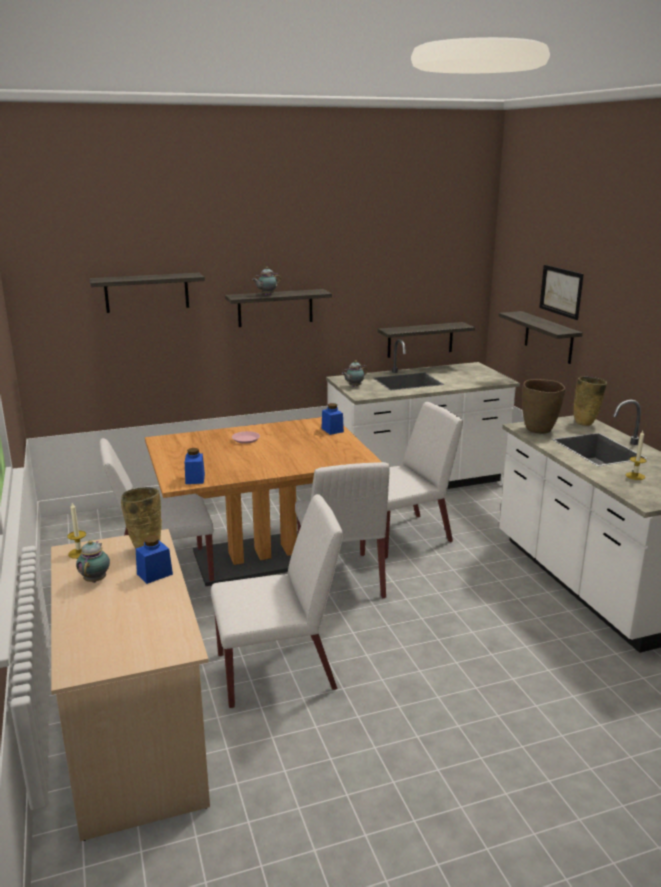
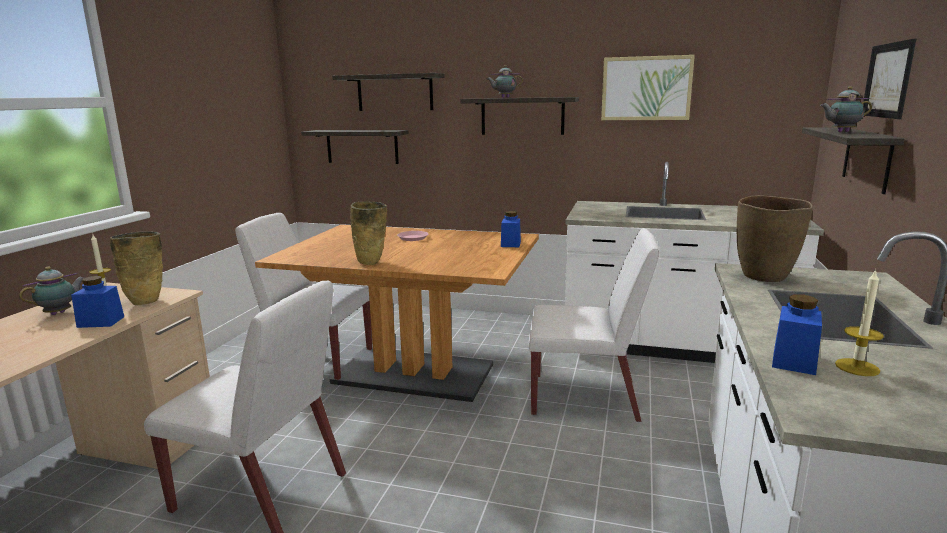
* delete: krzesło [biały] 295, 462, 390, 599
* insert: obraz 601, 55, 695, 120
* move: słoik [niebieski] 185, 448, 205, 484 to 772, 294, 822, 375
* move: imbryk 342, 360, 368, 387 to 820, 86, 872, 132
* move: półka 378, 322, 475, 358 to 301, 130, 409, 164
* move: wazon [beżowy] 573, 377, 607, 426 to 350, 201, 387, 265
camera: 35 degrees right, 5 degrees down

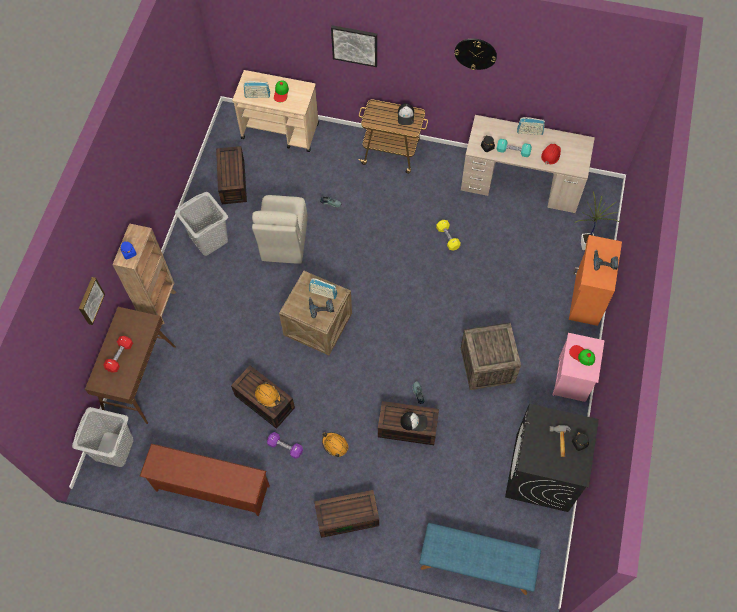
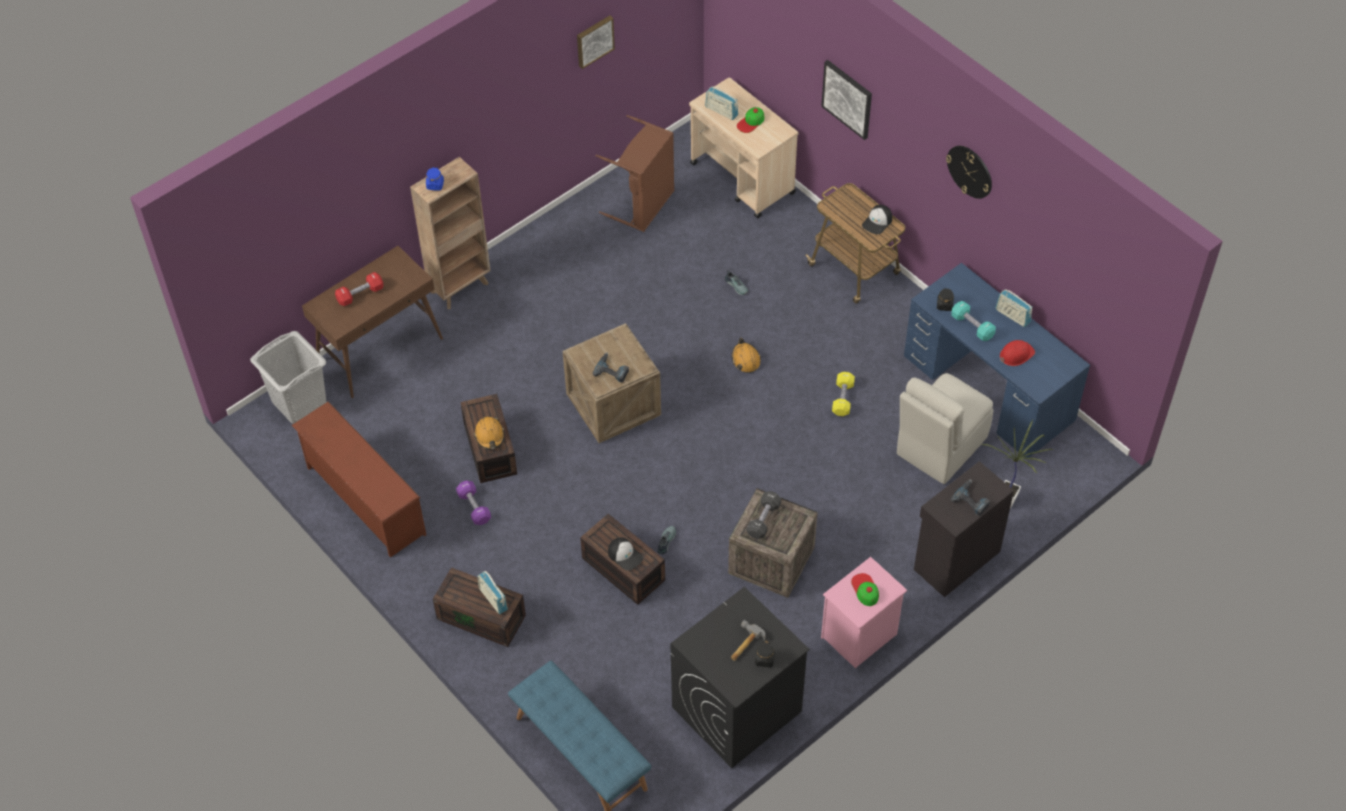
* delete: kosz na pranie [szary] 175, 192, 228, 256
* insert: hantel [czarny] 746, 491, 781, 539
* move: obraz 79, 277, 105, 325 to 577, 16, 615, 69
* move: krzesło [beżowy] 252, 195, 307, 264 to 897, 373, 994, 484
* move: radio 309, 278, 337, 299 to 478, 571, 508, 614
* move: kask [pomarańczowy] 322, 432, 348, 457 to 732, 338, 761, 373
* replace: pojemnik do przechowywania [brązowy] 216, 146, 247, 204 to kosz na pranie [brązowy] 596, 115, 674, 232
* recolor: biurko [beżowy] 461, 115, 595, 213 to biurko [niebieski] 904, 263, 1090, 458
* recolor: szafka [pomarańczowy] 569, 235, 622, 326 to szafka [czarny] 914, 461, 1014, 597
camera: 35 degrees right, 10 degrees down

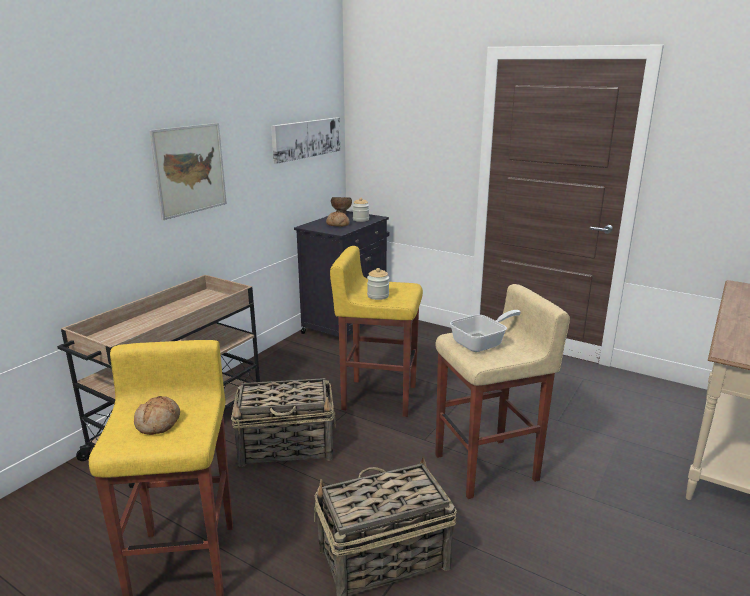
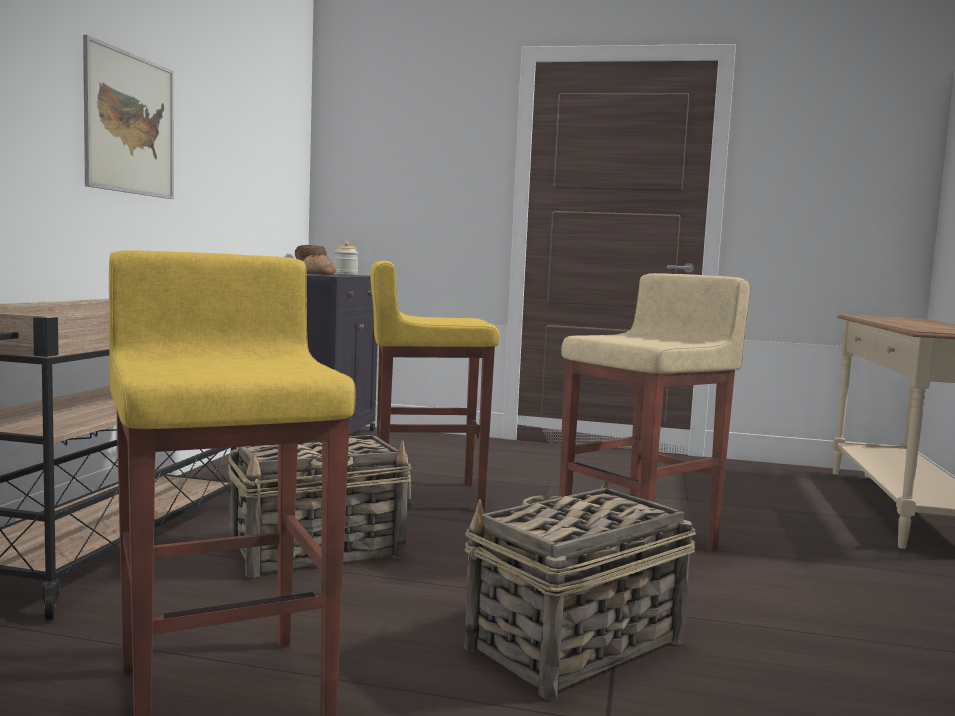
* delete: chleb 134, 396, 180, 435
* delete: obraz 271, 118, 340, 164
* delete: słoik 367, 268, 389, 300
* delete: patelnia 450, 310, 521, 352
camera: 20 degrees left, 15 degrees down

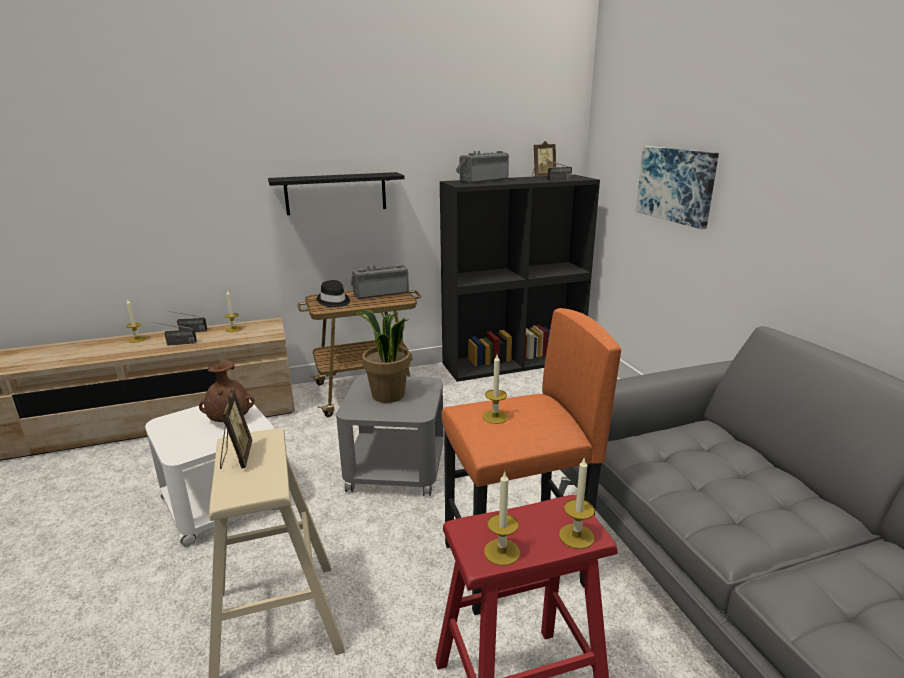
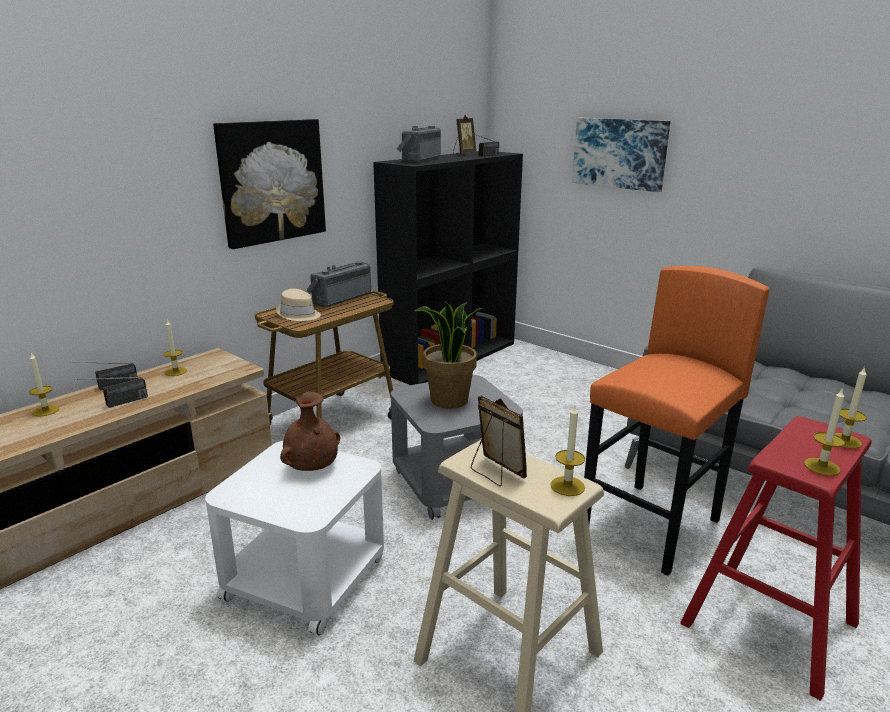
* move: świeca 483, 355, 508, 424 to 550, 406, 585, 496
* replace: półka [czarny] 268, 172, 405, 215 to obraz 213, 119, 326, 249
* recolor: kapelusz [czarny] 317, 280, 350, 307 to kapelusz [beżowy] 276, 289, 321, 321
camera: 30 degrees left, 0 degrees up

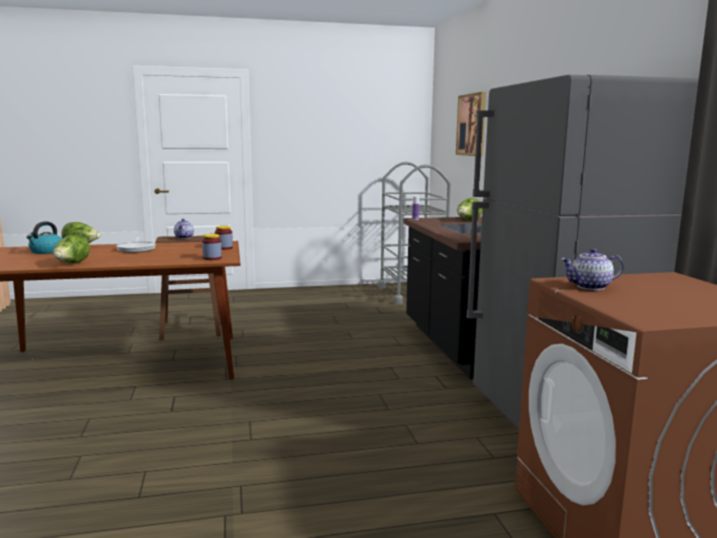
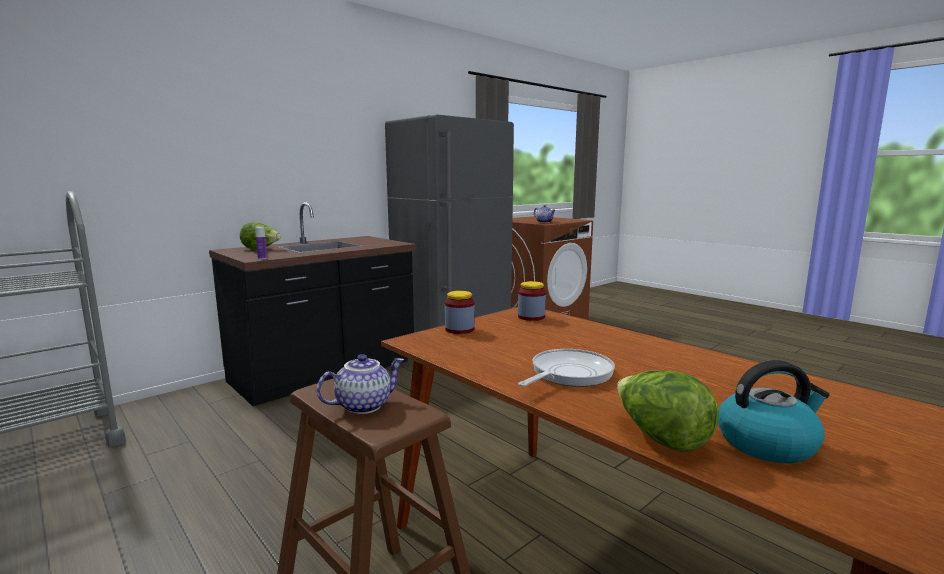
* delete: sałata 53, 235, 90, 264
* delete: obraz 456, 92, 486, 157
camera: 120 degrees left, 0 degrees up

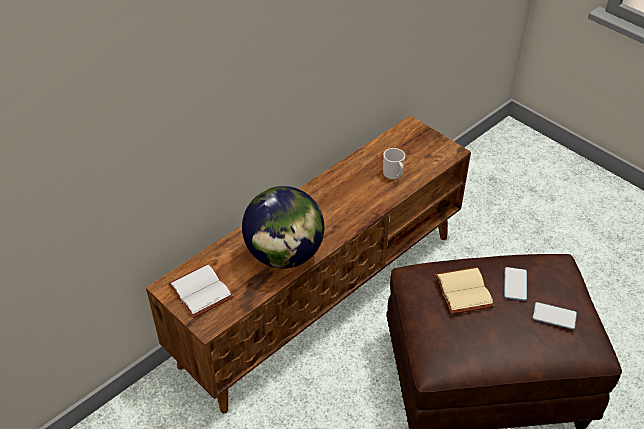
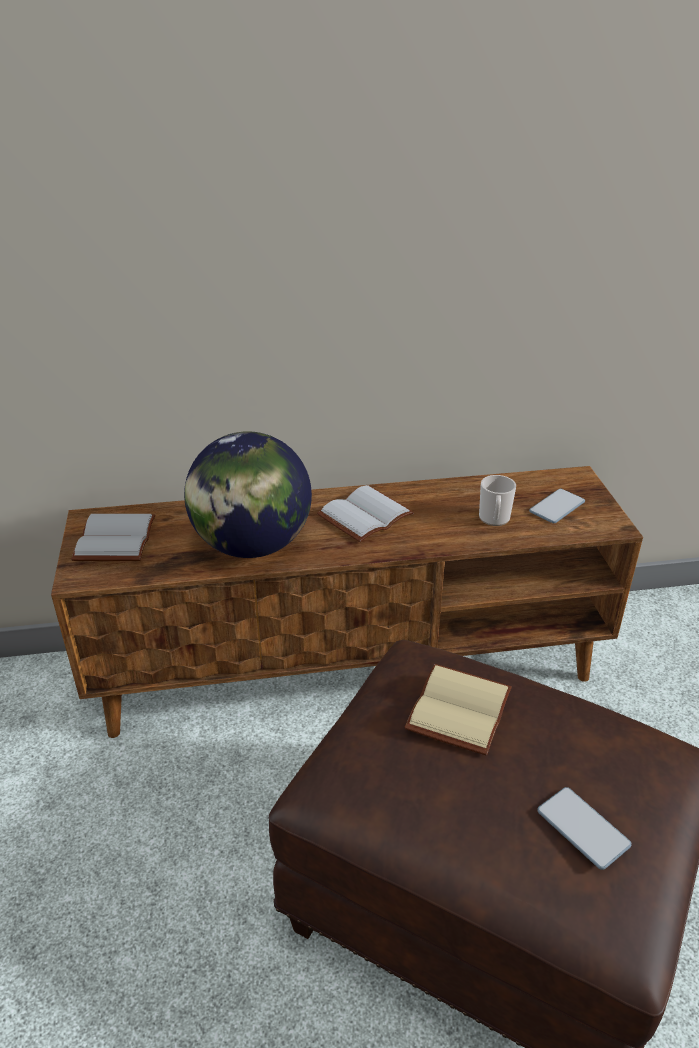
* insert: książka [biały] 317, 485, 414, 542
* move: telefon 504, 267, 527, 301 to 529, 489, 585, 523
camera: 35 degrees right, 10 degrees down

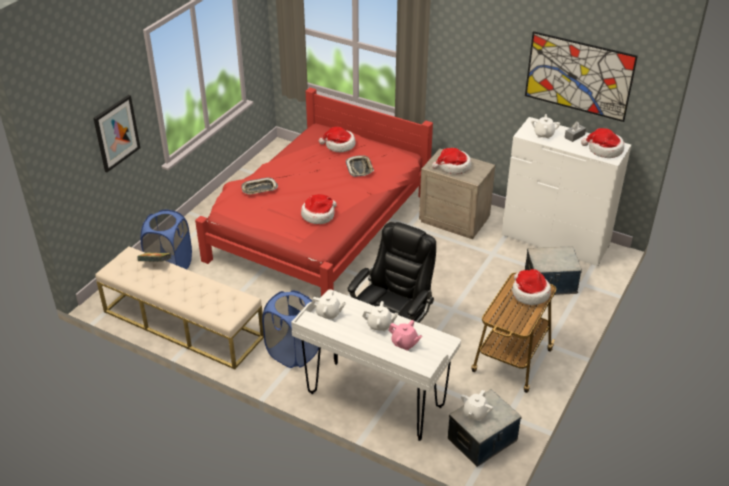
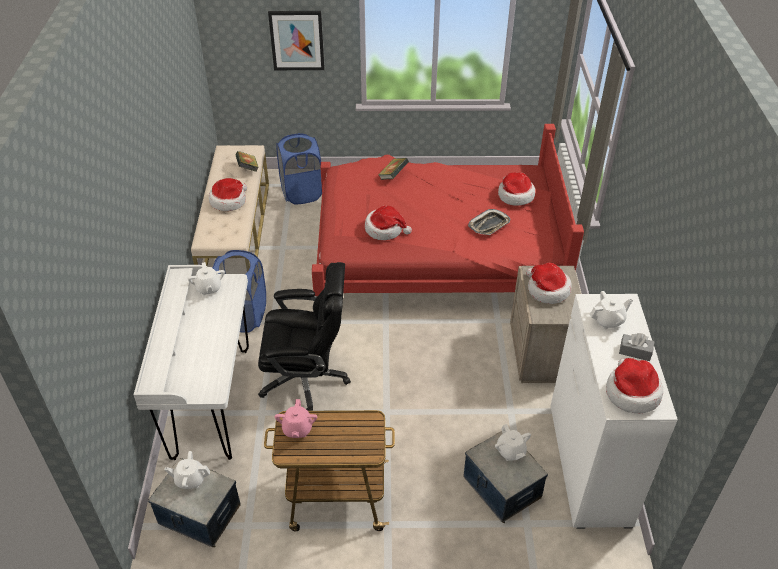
* delete: obraz 525, 31, 638, 122
* move: imbryk [biały] 362, 301, 398, 331 to 495, 424, 531, 461
* move: imbryk [różowy] 389, 320, 422, 351 to 275, 399, 317, 438
* move: kapelusz 512, 269, 551, 305 to 209, 178, 247, 211
* replace: taca 241, 177, 278, 195 to książka 378, 158, 409, 180
camera: 60 degrees right, 5 degrees up

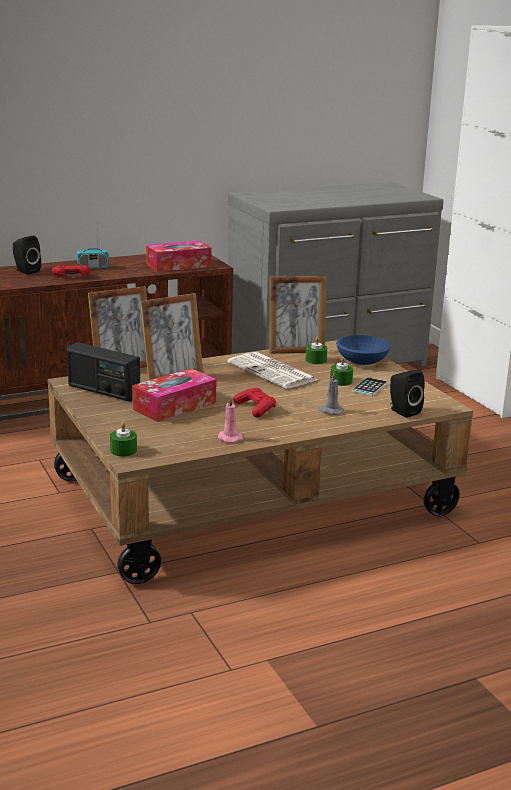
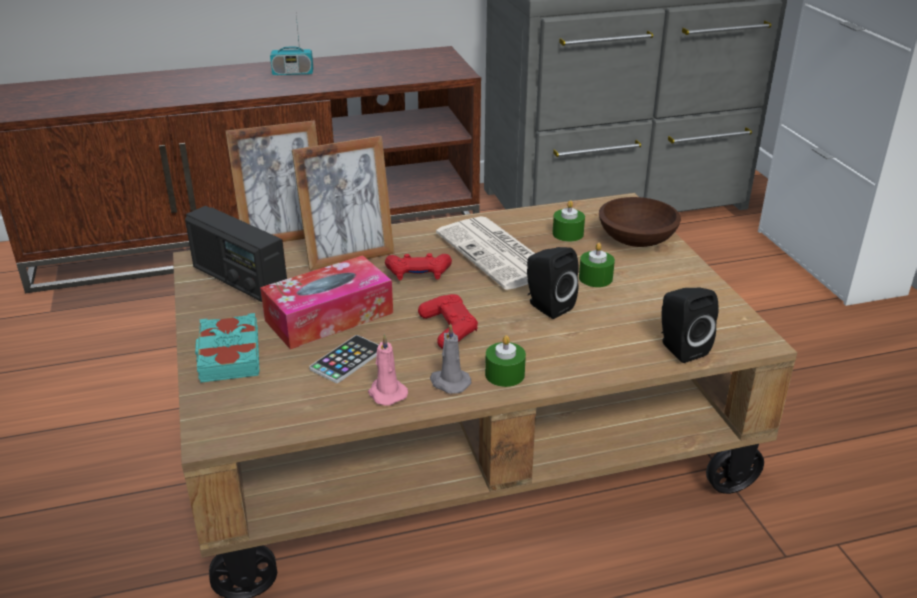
* delete: pudełko chusteczek 146, 241, 211, 272
* delete: ramka na zdjęcie 269, 276, 326, 354
* insert: książka [turkusowy] 195, 313, 259, 383
* move: głośnik [czarny] 13, 236, 41, 275 to 527, 247, 579, 319
* move: pad do gier [czerwony] 52, 264, 91, 277 to 385, 253, 452, 280
* move: świeca [zielony] 110, 422, 137, 457 to 485, 335, 526, 387
* move: świeca [szary] 318, 372, 344, 415 to 430, 323, 471, 394
* move: telefon 352, 377, 387, 396 to 309, 335, 379, 383
* recolor: miska [niebieski] 336, 335, 391, 365 to miska [brązowy] 599, 197, 681, 247
camera: 10 degrees right, 10 degrees up

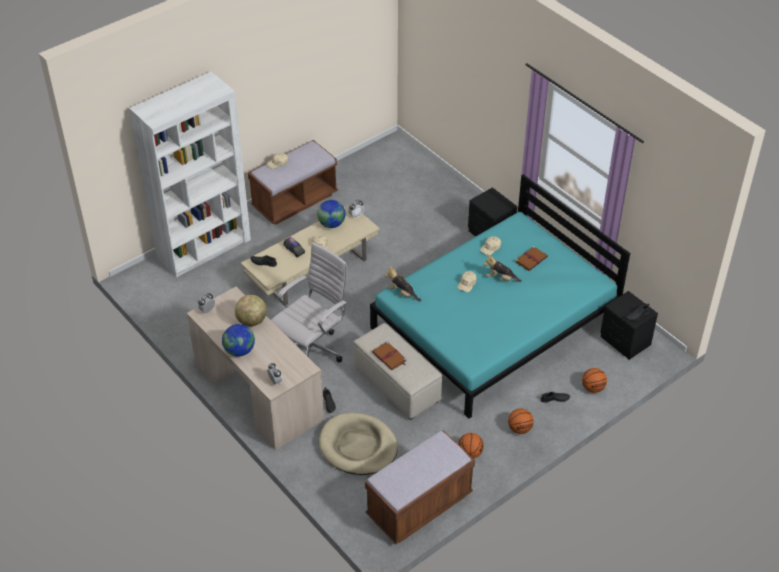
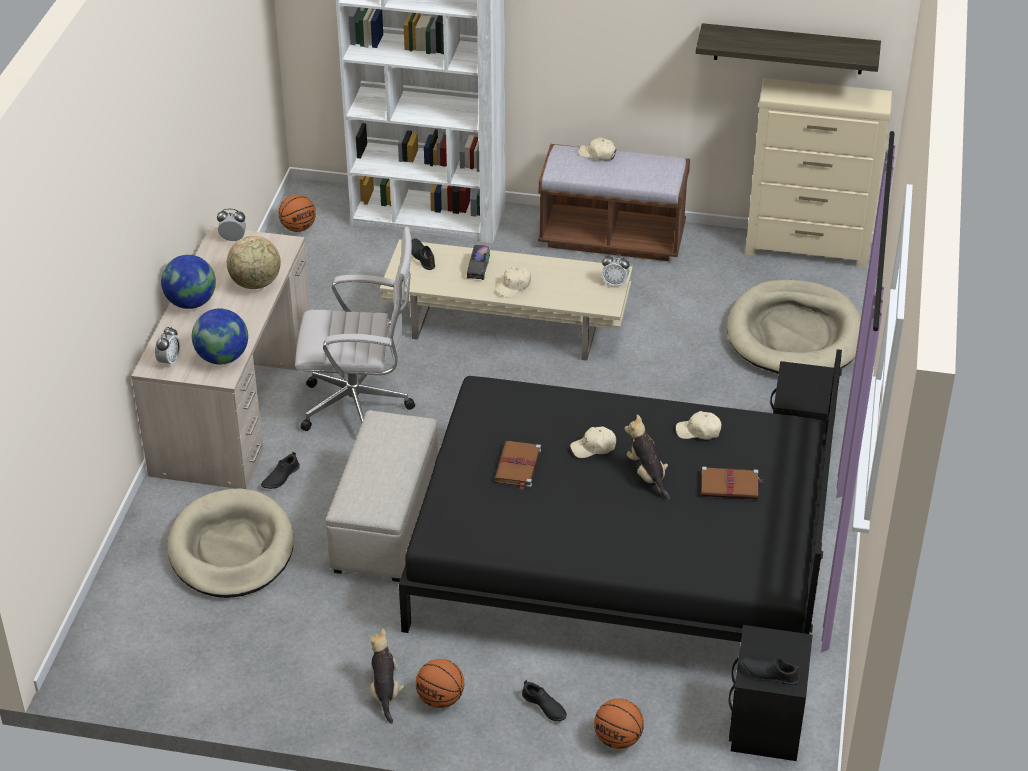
* delete: ławka [brązowy] 365, 430, 475, 544
* insert: półka 696, 23, 881, 74
* insert: legowisko [beżowy] 727, 280, 861, 374
* insert: komoda [beżowy] 745, 78, 893, 268
* move: globus 317, 200, 346, 228 to 192, 308, 248, 364
* move: książka [brązowy] 372, 341, 407, 370 to 494, 441, 541, 490
* move: pluszak 385, 266, 421, 301 to 369, 628, 405, 724
* move: piłka do koszykówki 458, 433, 484, 459 to 278, 195, 316, 232
* recolor: łóżko [turkusowy] 370, 174, 630, 419 to łóżko [czarny] 399, 349, 842, 642
camera: 50 degrees right, 5 degrees down

